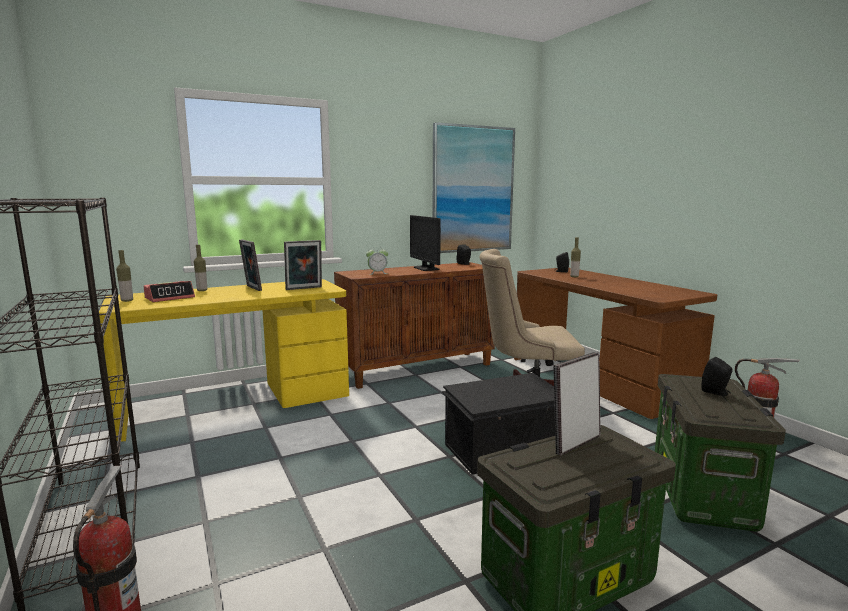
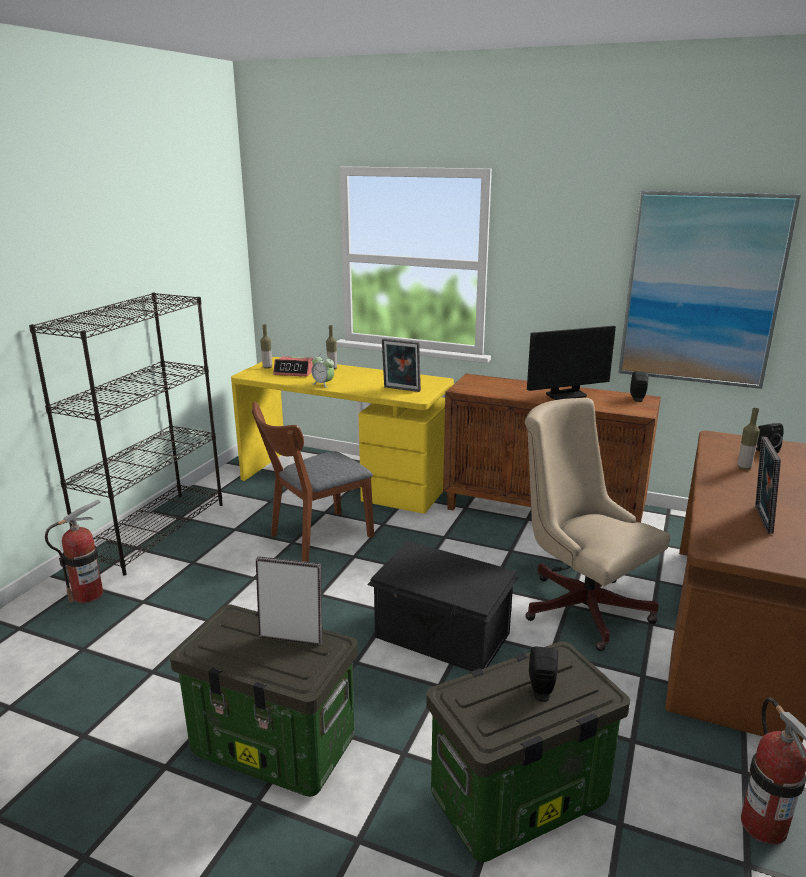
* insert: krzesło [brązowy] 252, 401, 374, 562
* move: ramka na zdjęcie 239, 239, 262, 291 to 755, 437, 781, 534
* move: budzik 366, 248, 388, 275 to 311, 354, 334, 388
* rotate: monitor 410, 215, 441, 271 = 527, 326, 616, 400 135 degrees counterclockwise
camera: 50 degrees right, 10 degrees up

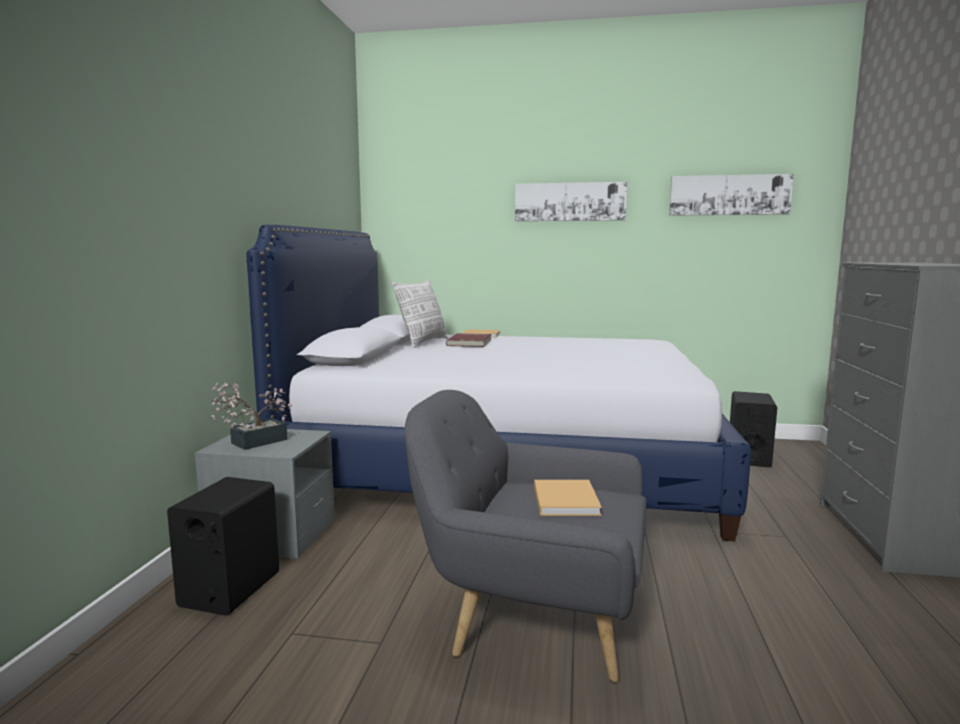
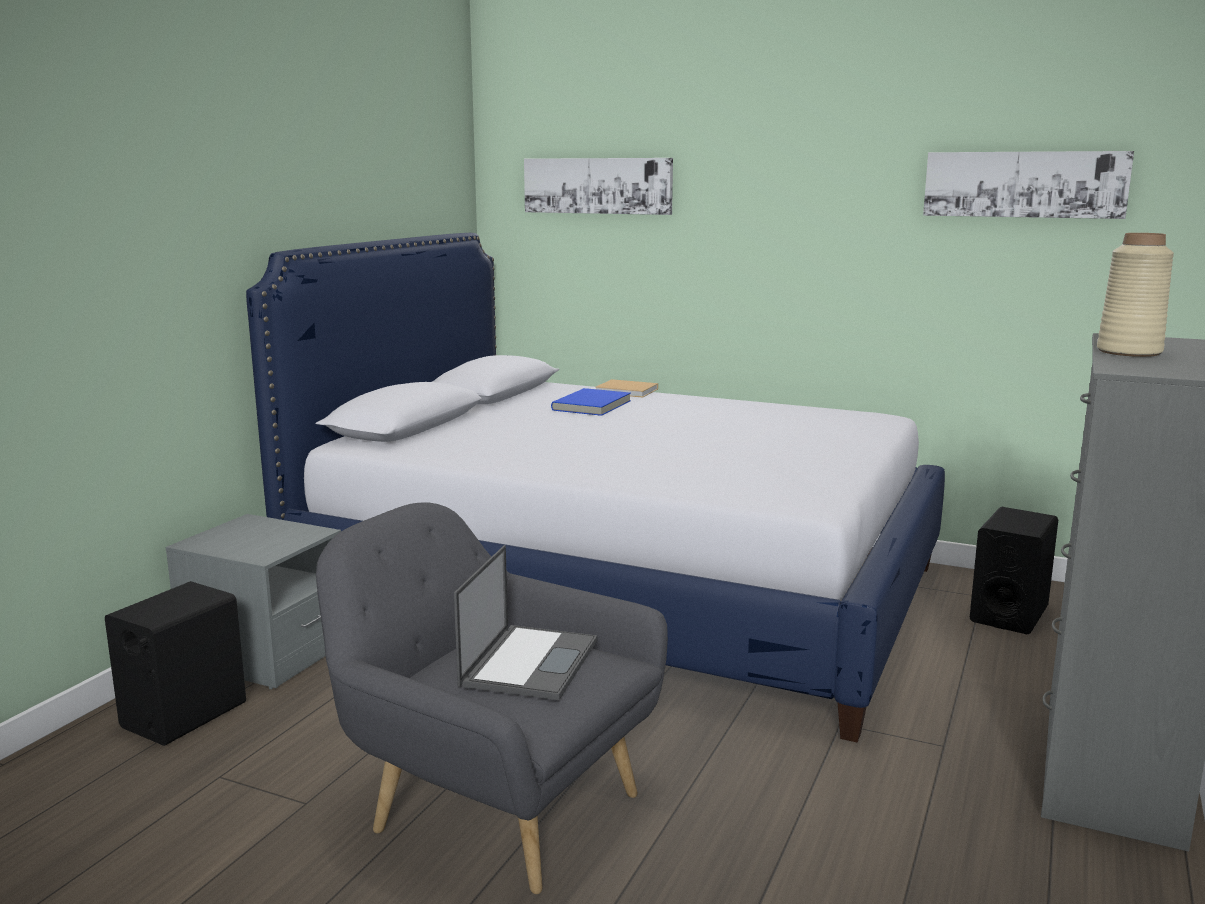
* delete: roślina doniczkowa 211, 382, 292, 450
* delete: poduszka 392, 279, 448, 348
* insert: wazon [beżowy] 1097, 233, 1174, 357
* move: obraz 515, 182, 627, 221 to 524, 158, 673, 215
* replace: książka [beżowy] 534, 480, 602, 516 to laptop 454, 545, 597, 700
* recolor: książka [czerwony] 446, 333, 491, 347 to książka [niebieski] 551, 388, 631, 416
camera: 15 degrees right, 5 degrees up

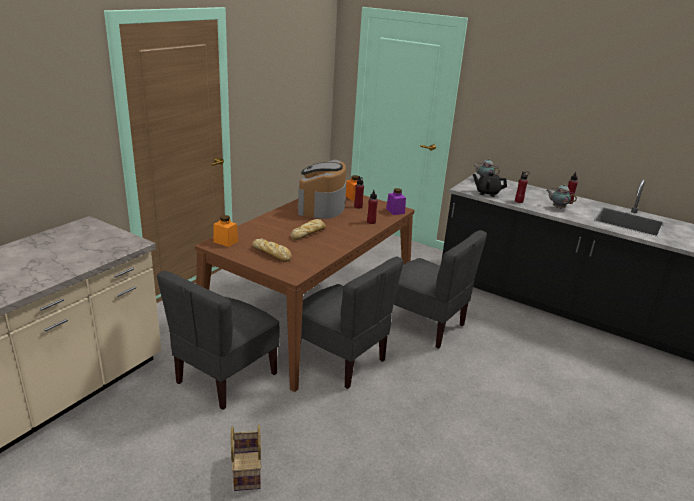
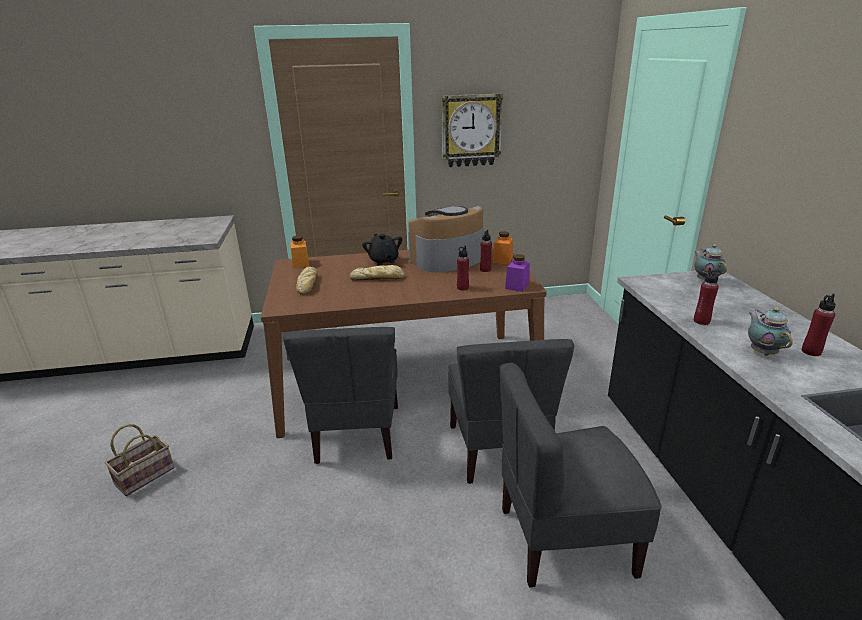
* insert: zegar ścienny 442, 94, 503, 167
* move: krzesło [szary] 157, 271, 280, 410 to 499, 363, 662, 588
* move: imbryk [czarny] 473, 172, 507, 197 to 362, 234, 402, 265
camera: 50 degrees right, 0 degrees up

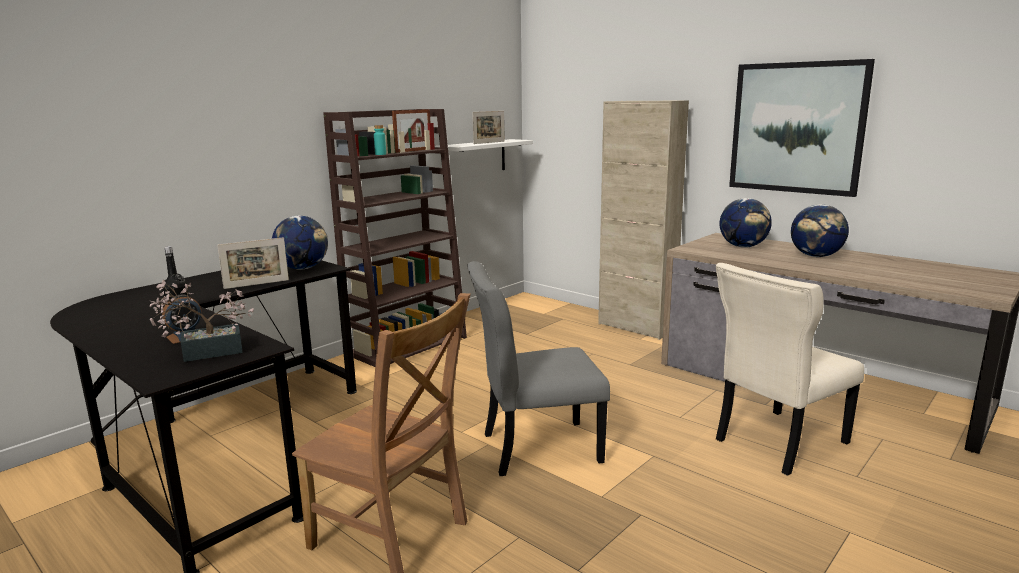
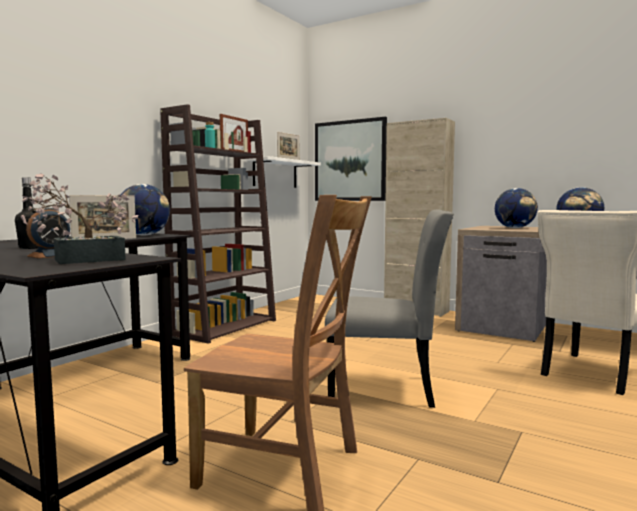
* move: obraz 729, 59, 875, 197 to 315, 117, 387, 201
* rotate: krzesło [szary] 467, 261, 610, 476 = 325, 209, 454, 408 150 degrees counterclockwise
camera: 10 degrees left, 10 degrees down

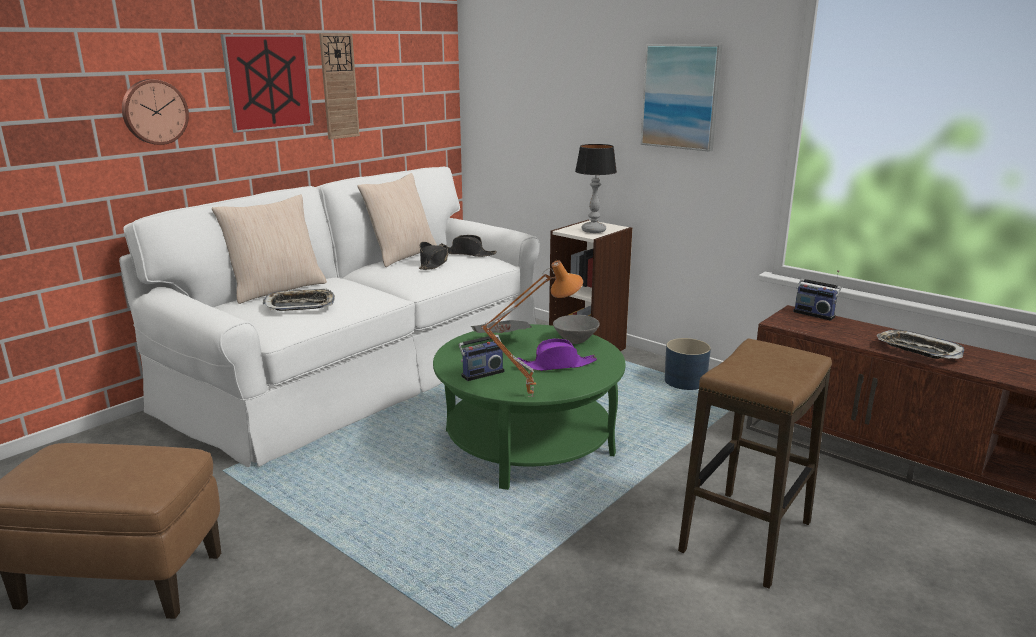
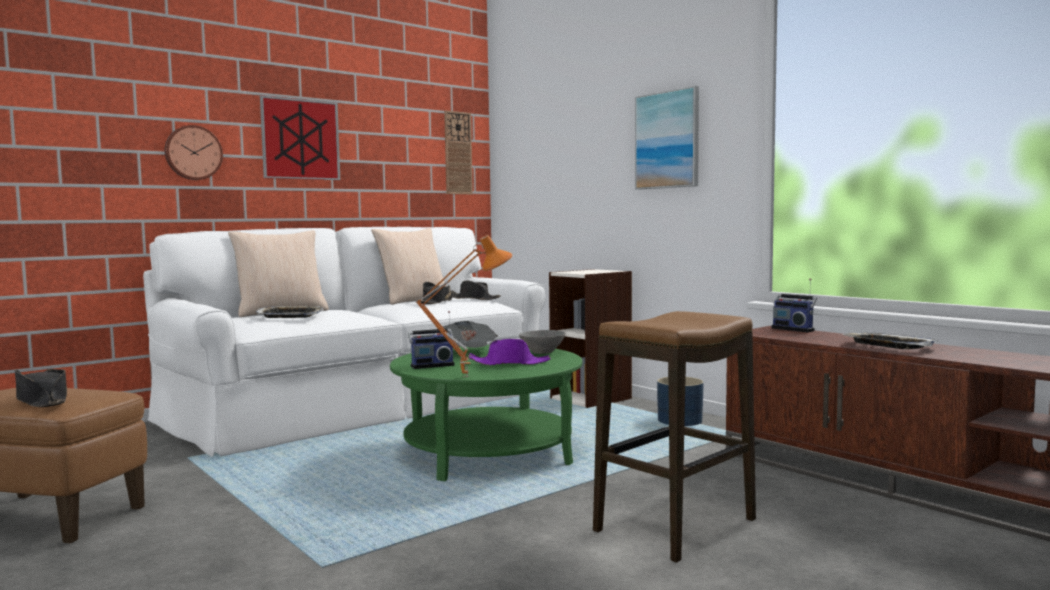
* delete: lampa stołowa 575, 144, 617, 233
* insert: kapelusz [czarny] 15, 369, 67, 407
* move: zegar ścienny 319, 33, 360, 139 to 444, 111, 473, 194
camera: 10 degrees right, 15 degrees down

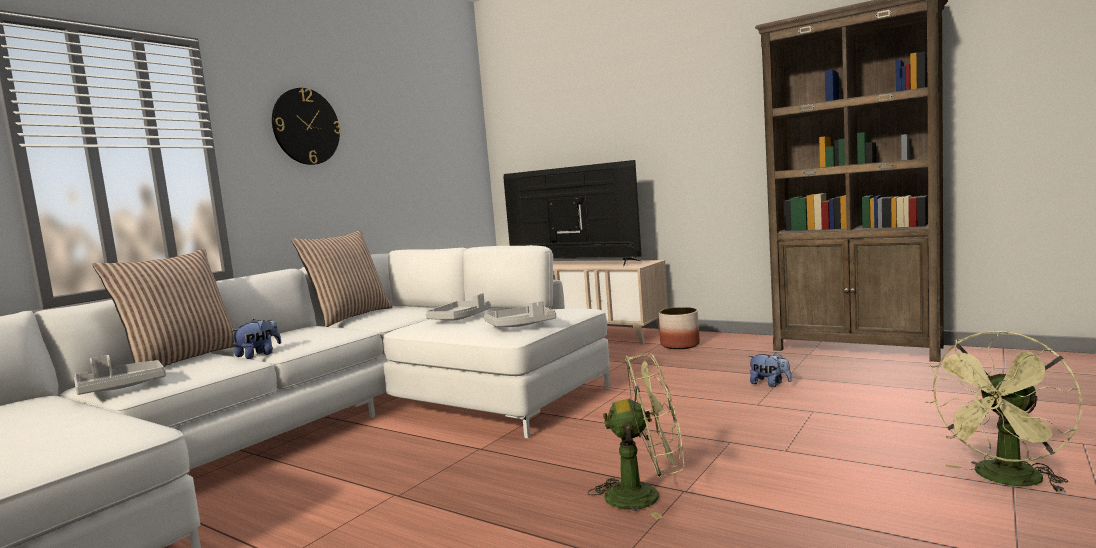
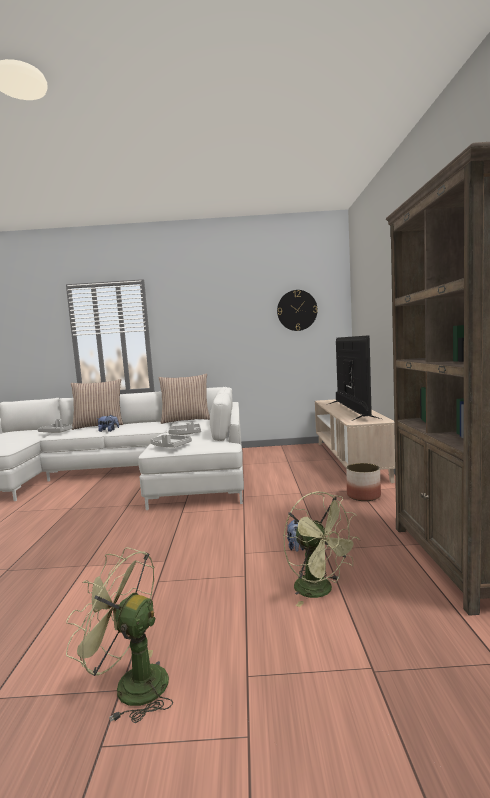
* move: zegar ścienny 272, 88, 341, 165 to 277, 290, 318, 331
* move: wentylator [zielony] 588, 353, 684, 520 to 283, 492, 360, 607
camera: 55 degrees right, 0 degrees up

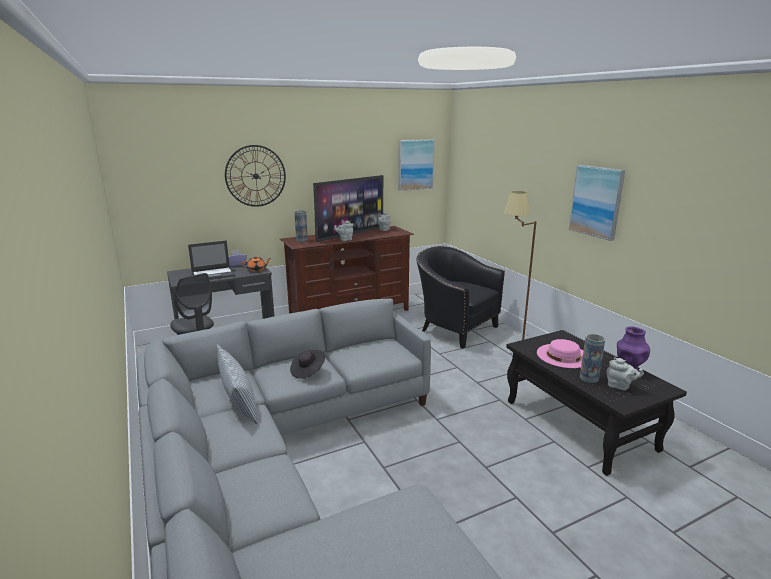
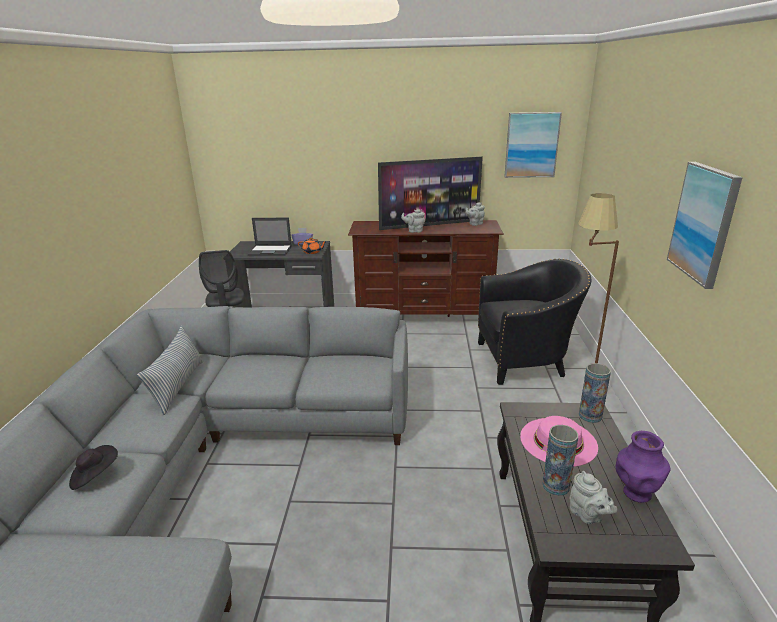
* delete: zegar ścienny 225, 145, 286, 207
* move: kapelusz [czarny] 290, 350, 325, 379 to 69, 445, 118, 490
* move: wazon 294, 210, 308, 242 to 579, 363, 611, 423
* rotate: fotel [czarny] 416, 246, 505, 348 = 478, 258, 591, 385 105 degrees clockwise
camera: 30 degrees right, 5 degrees up

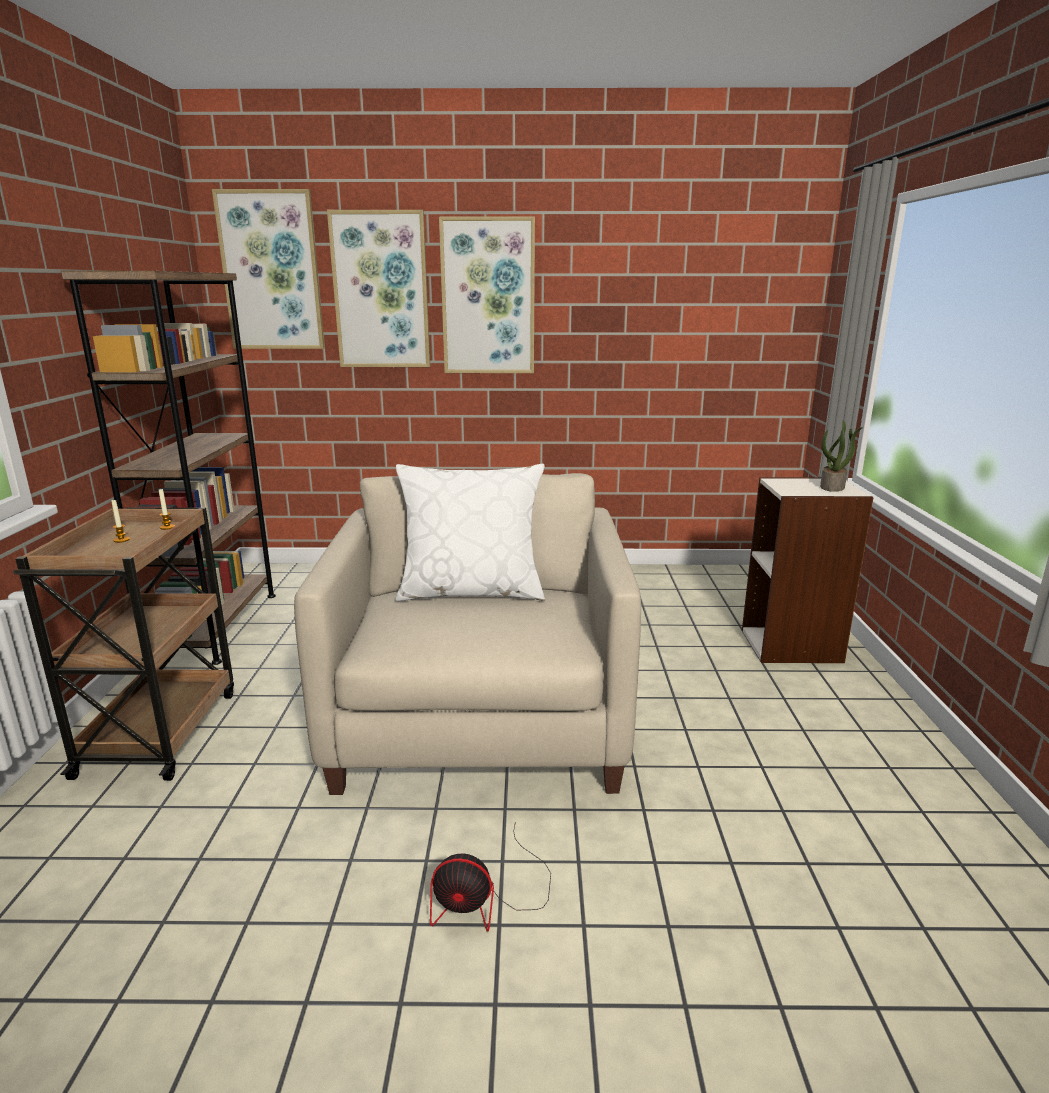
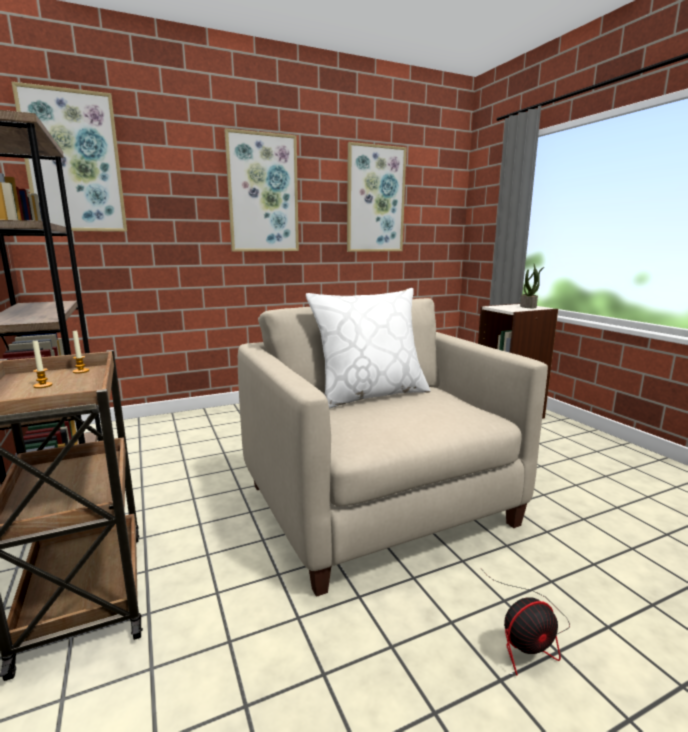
* move: obraz 327, 210, 430, 367 to 347, 142, 407, 252
camera: 25 degrees left, 5 degrees down

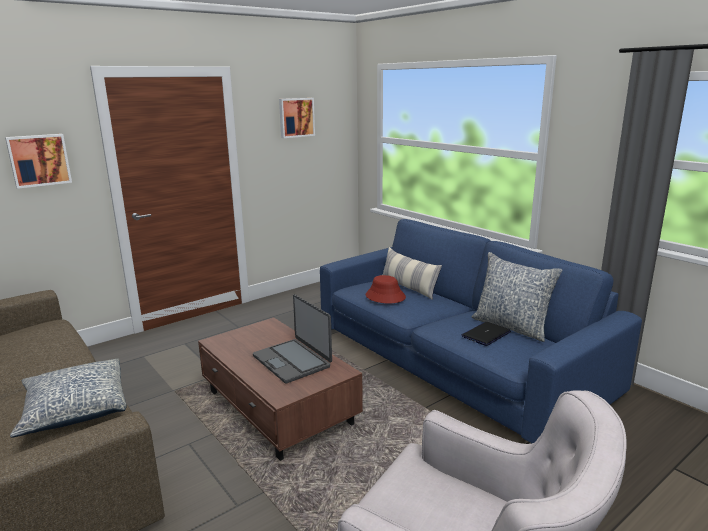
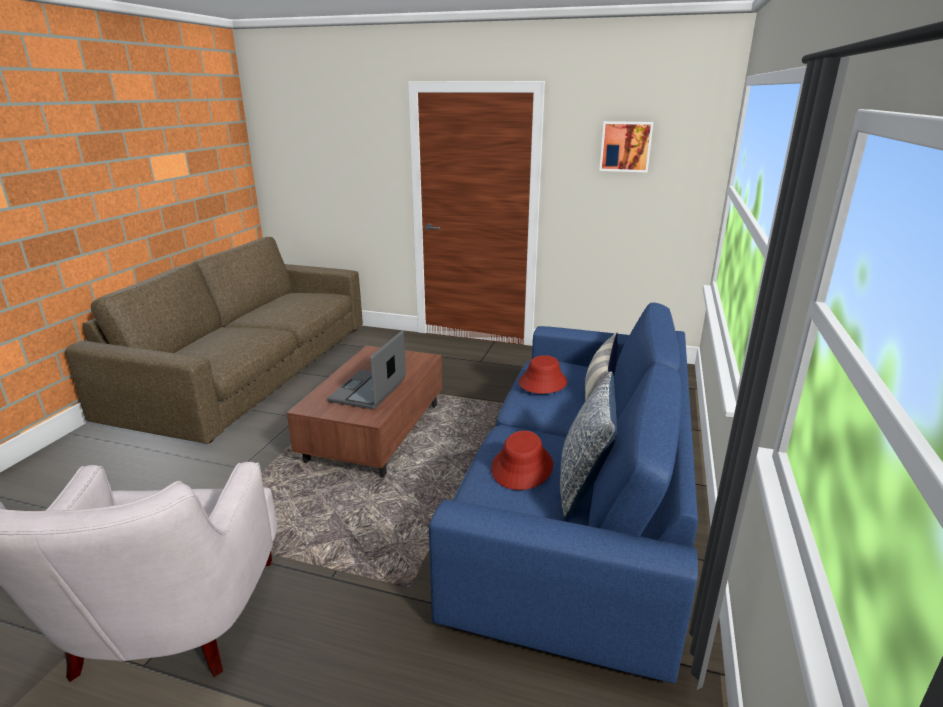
* delete: obraz 5, 134, 72, 189
* delete: poduszka 10, 358, 127, 438
* replace: laptop 461, 322, 511, 346 to kapelusz [czerwony] 491, 431, 553, 490
camera: 55 degrees right, 5 degrees up

